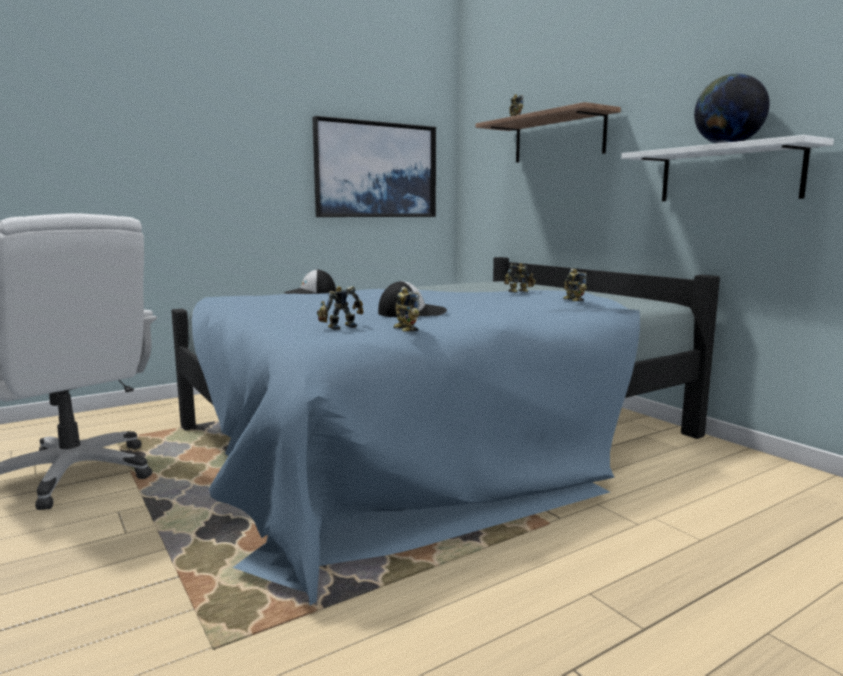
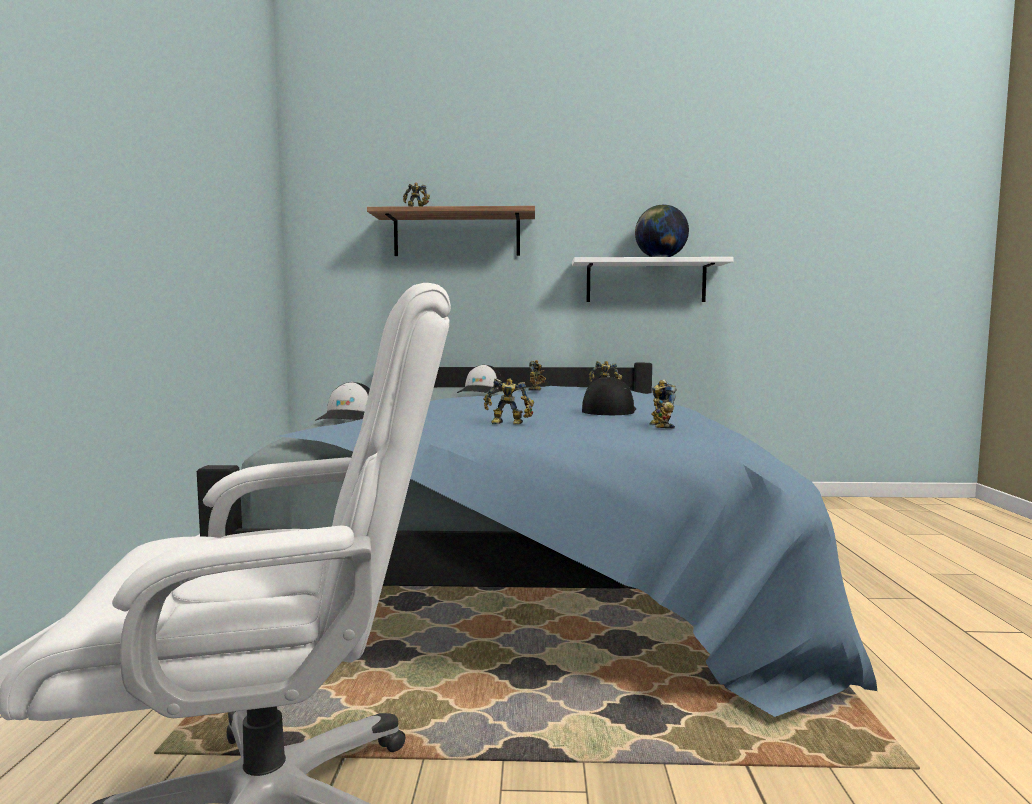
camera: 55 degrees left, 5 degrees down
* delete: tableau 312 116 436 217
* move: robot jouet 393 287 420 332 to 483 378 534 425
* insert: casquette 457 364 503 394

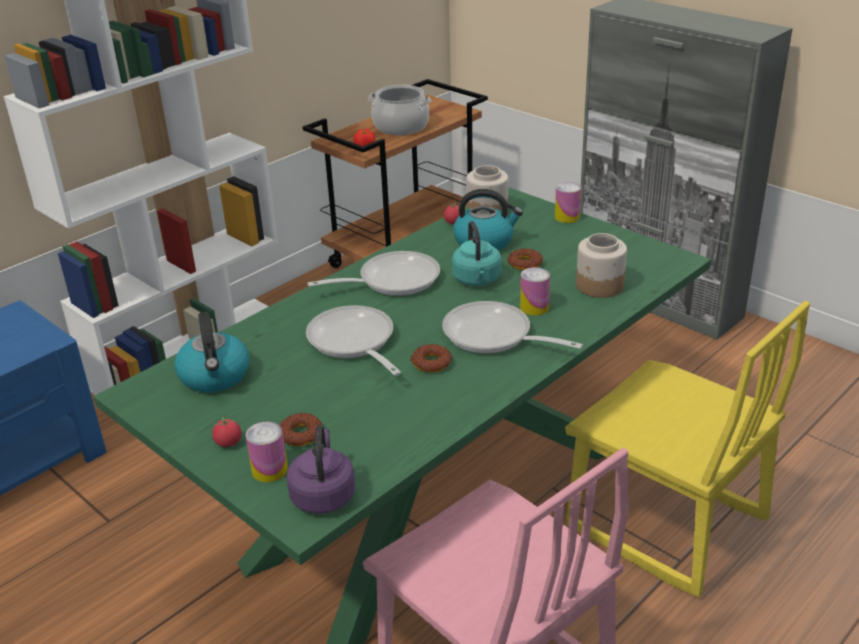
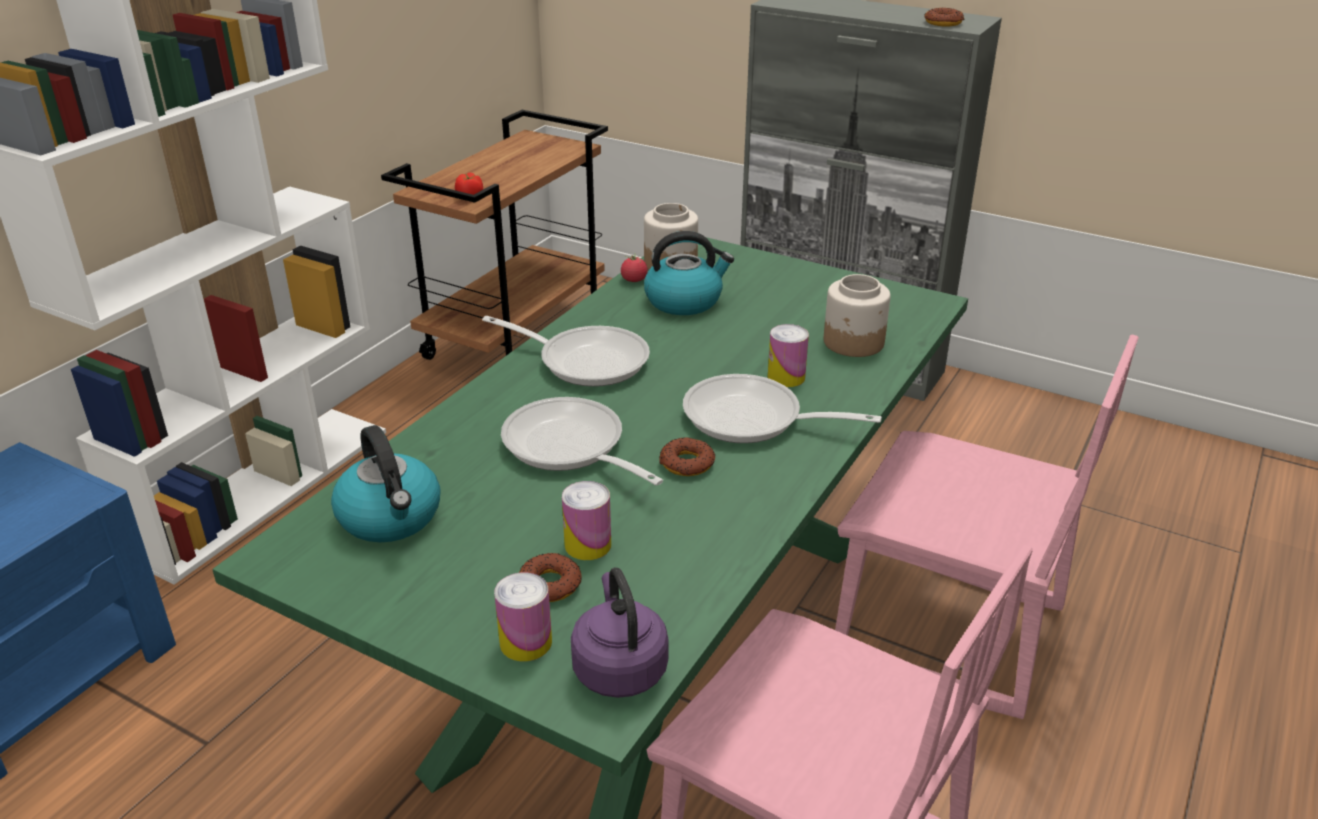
camera: 15 degrees left, 0 degrees up
* delete: marmite 368 85 432 135
* move: boîte métallique 555 182 581 223 to 562 481 611 560
* delete: bouilloire [turquoise] 452 221 501 286
* move: beignet 508 248 543 270 to 924 8 965 26
* rotate: poêle 307 251 440 296 = 482 316 650 387 60 degrees clockwise
* recolor: chaise [jaune] 565 301 810 598 to chaise [rose] 835 334 1139 719
* delete: tomate 212 417 242 447

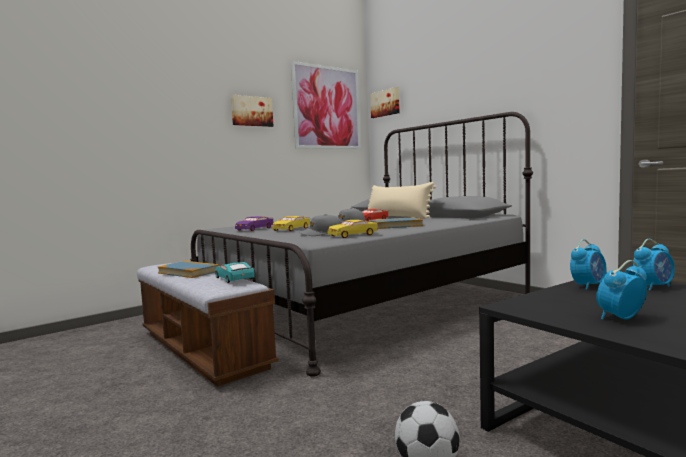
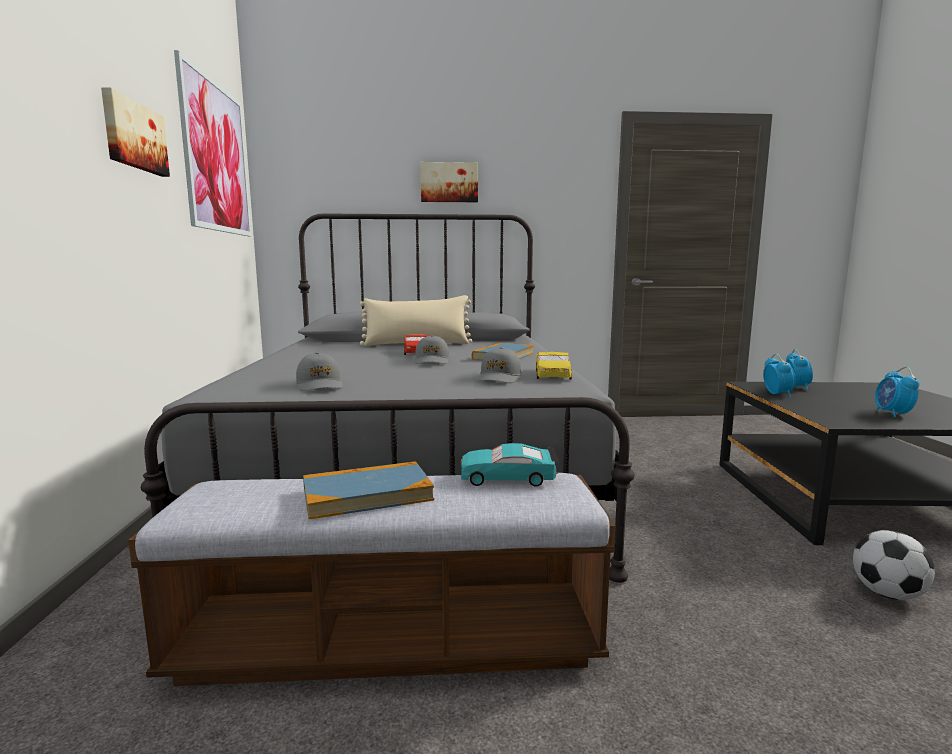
camera: 55 degrees left, 5 degrees up
* move: tableau 370 87 400 118 to 420 162 478 202
* replace: petite voiture [violet] 235 216 273 231 to casquette [gris] 296 352 343 391
* delete: petite voiture [jaune] 272 216 310 231

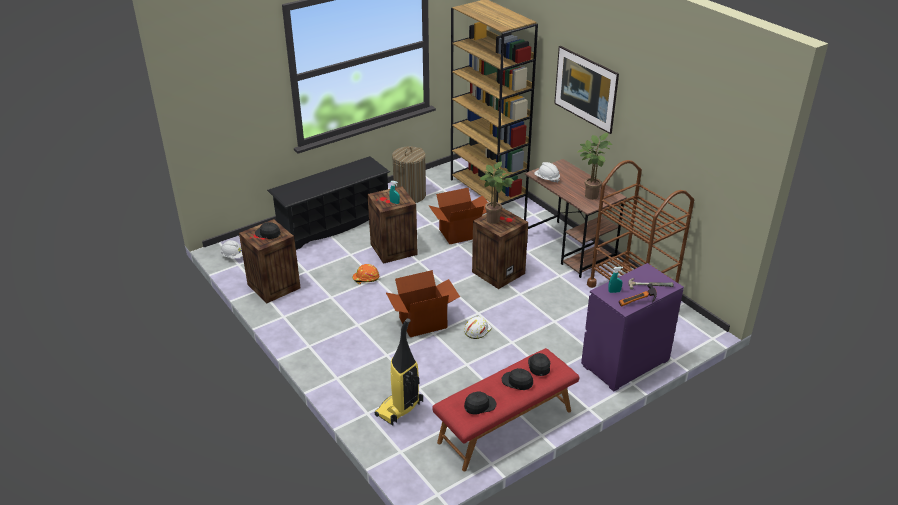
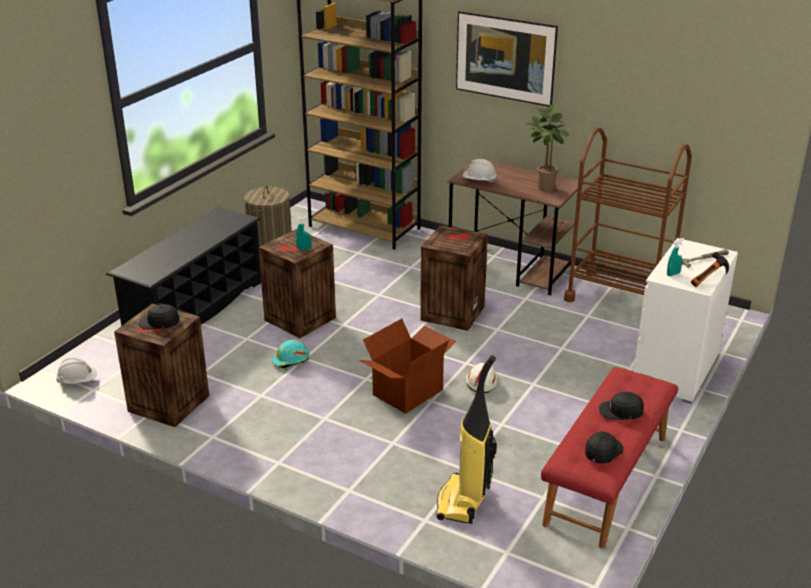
camera: 25 degrees left, 5 degrees down
* delete: plante en pot 480 162 514 224
* delete: carton 428 188 488 244
* recolor: commode [violet] 581 263 684 392 to commode [blanc] 633 238 738 404
* recolor: casque de chantier [orange] 352 264 379 284 to casque de chantier [turquoise] 272 340 309 370
* delete: casquette [noir] 528 353 550 376

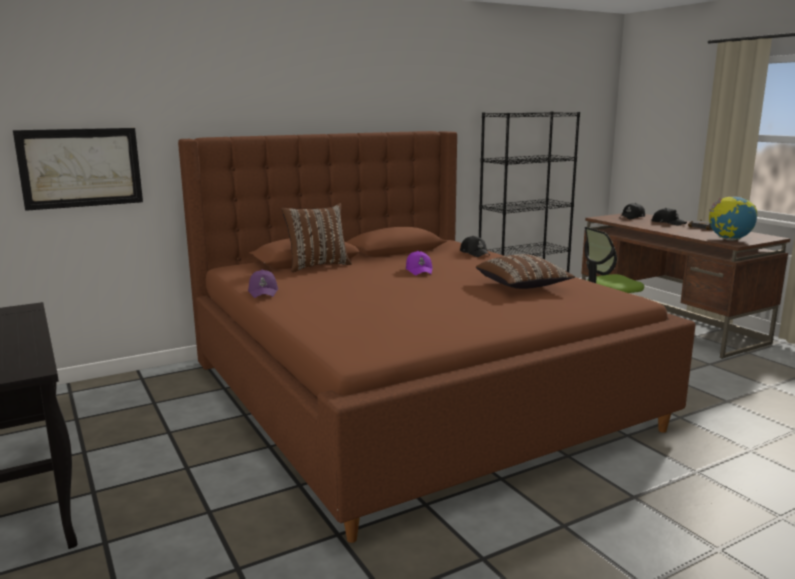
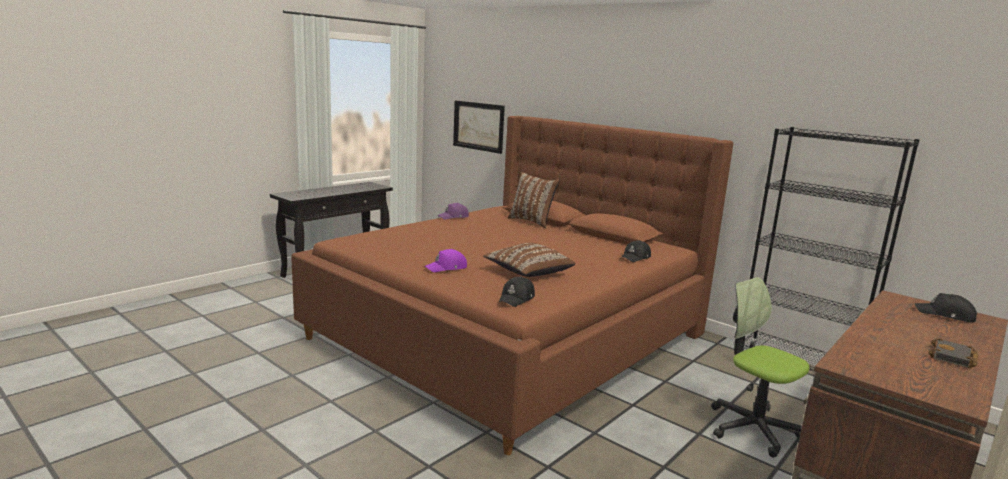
camera: 70 degrees right, 0 degrees up
* delete: globe 709 197 757 241
* move: casquette [noir] 652 208 687 226 to 498 276 535 307
* move: casquette [violet] 406 251 433 275 to 425 249 467 272

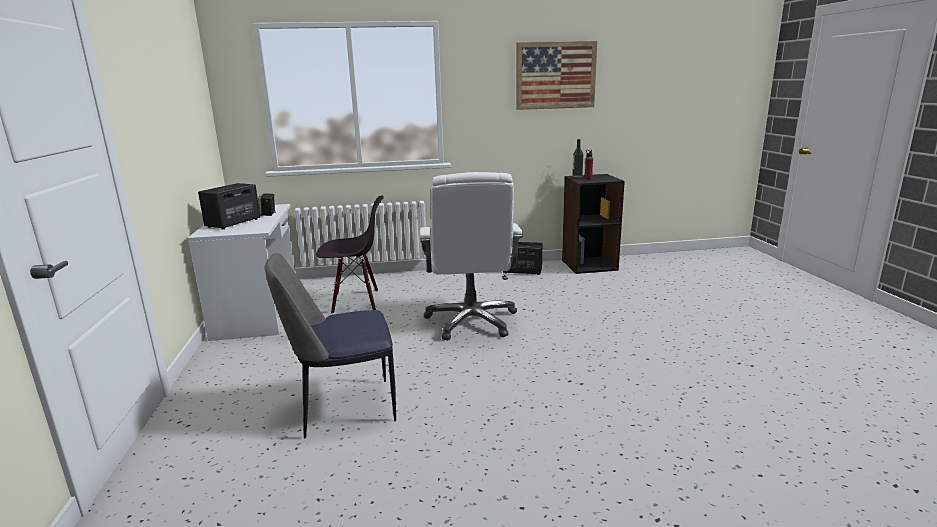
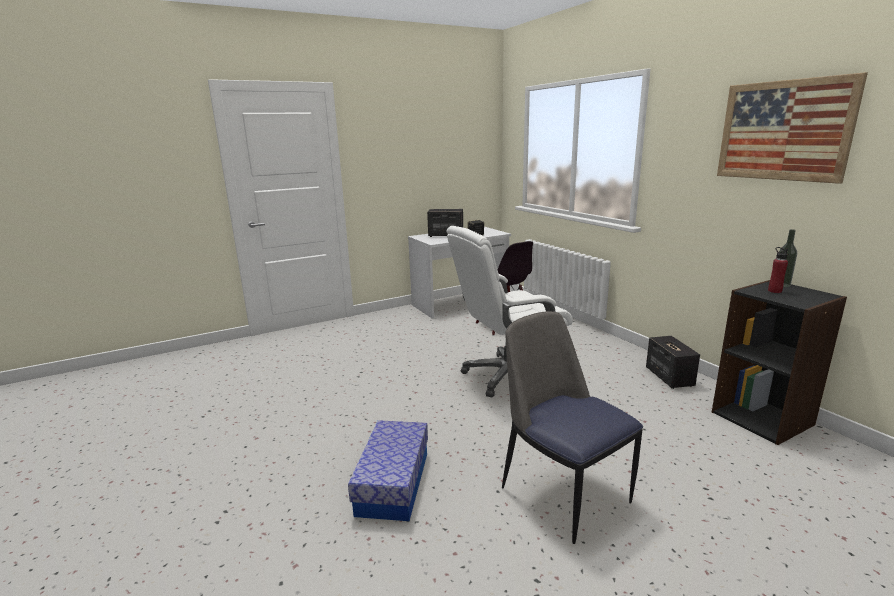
camera: 70 degrees right, 0 degrees up
* move: chaise 265 253 396 439 to 502 311 643 544
* insert: boîte de rangement 348 420 428 521

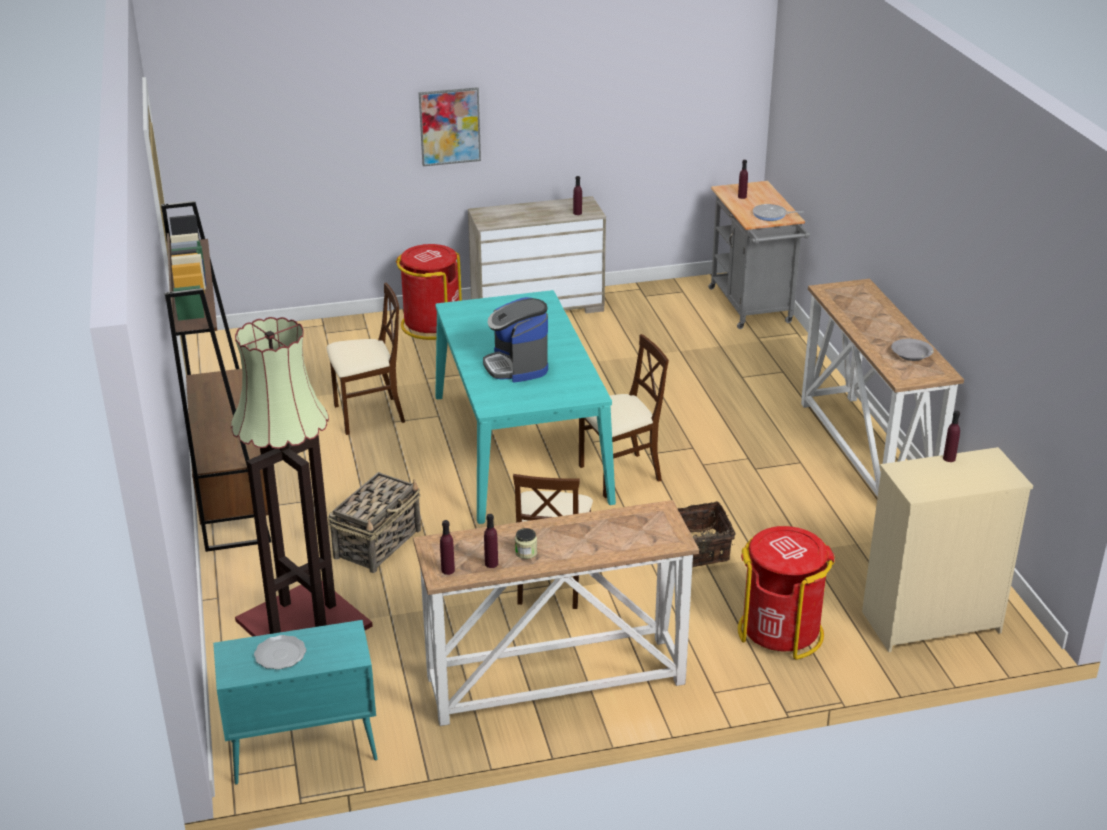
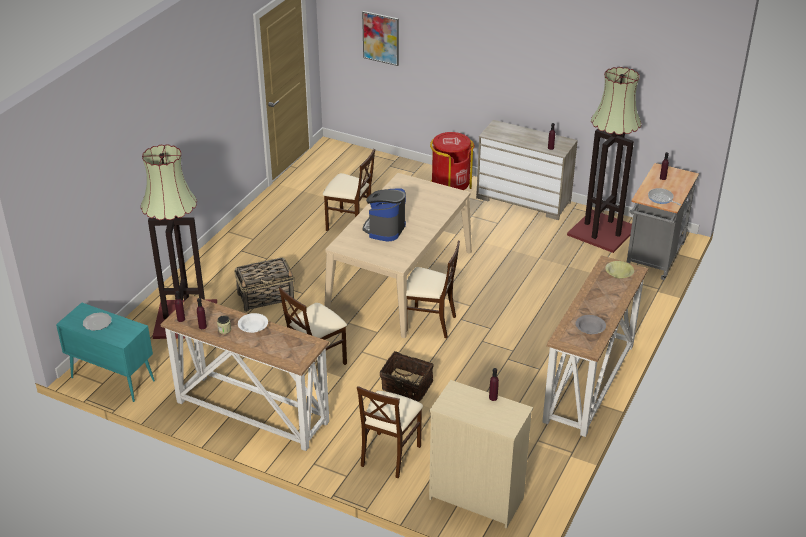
camera: 40 degrees right, 5 degrees up
* move: tableau 419 87 481 166 to 362 11 399 66
* delete: bibliothèque [marron] 161 201 271 552
* recolor: table à manger [turquoise] 435 290 616 524 to table à manger [beige] 324 173 472 338
* replace: poubelle [rouge] 738 526 835 660 to chaise [beige] 357 386 423 478
* insert: lampadaire 567 67 641 253
* insert: bol [jaune] 605 261 634 279
* insert: bol [blanc] 238 313 268 333

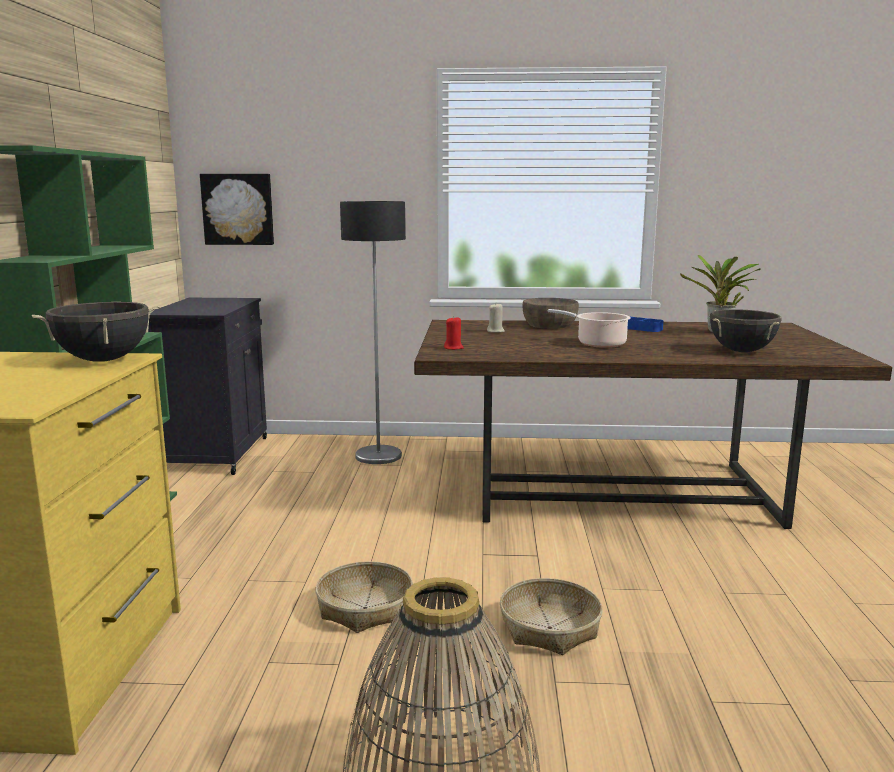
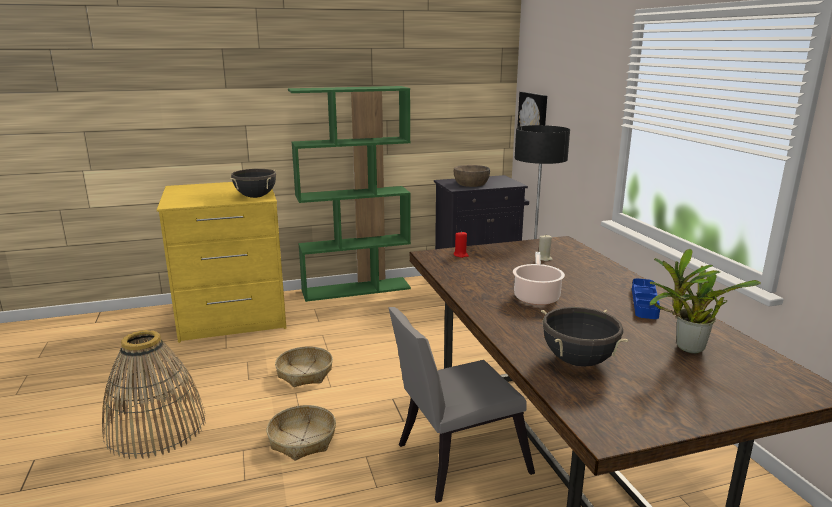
camera: 70 degrees right, 5 degrees up
* move: bol [marron] 523 298 579 329 to 454 165 490 187
* insert: chaise [gris] 388 307 535 503

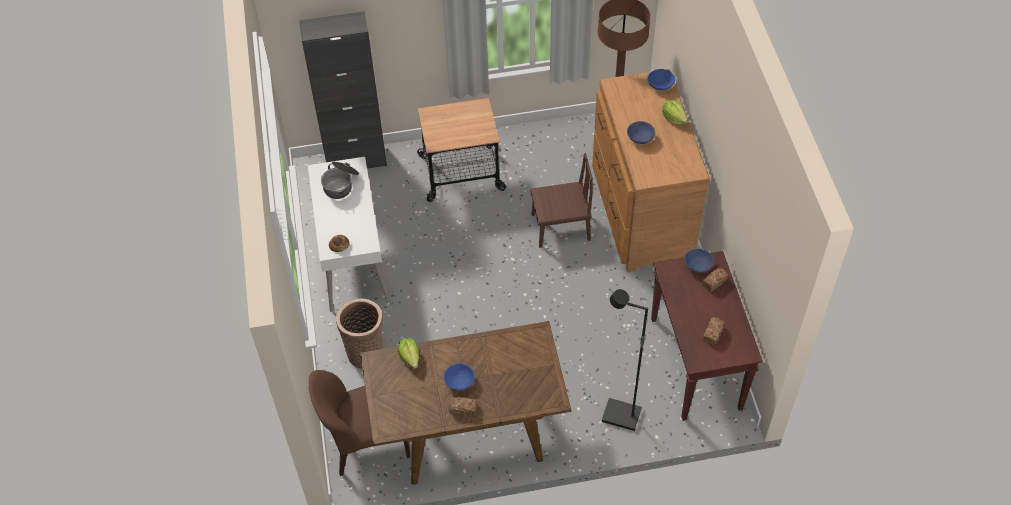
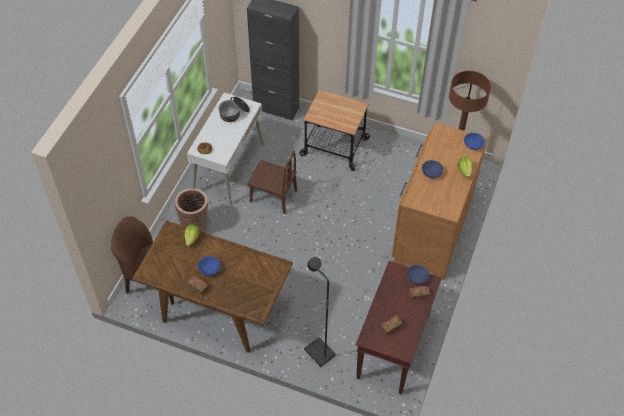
camera: 30 degrees right, 0 degrees up
* move: chaise [marron] 530 153 593 248 to 247 151 297 214

